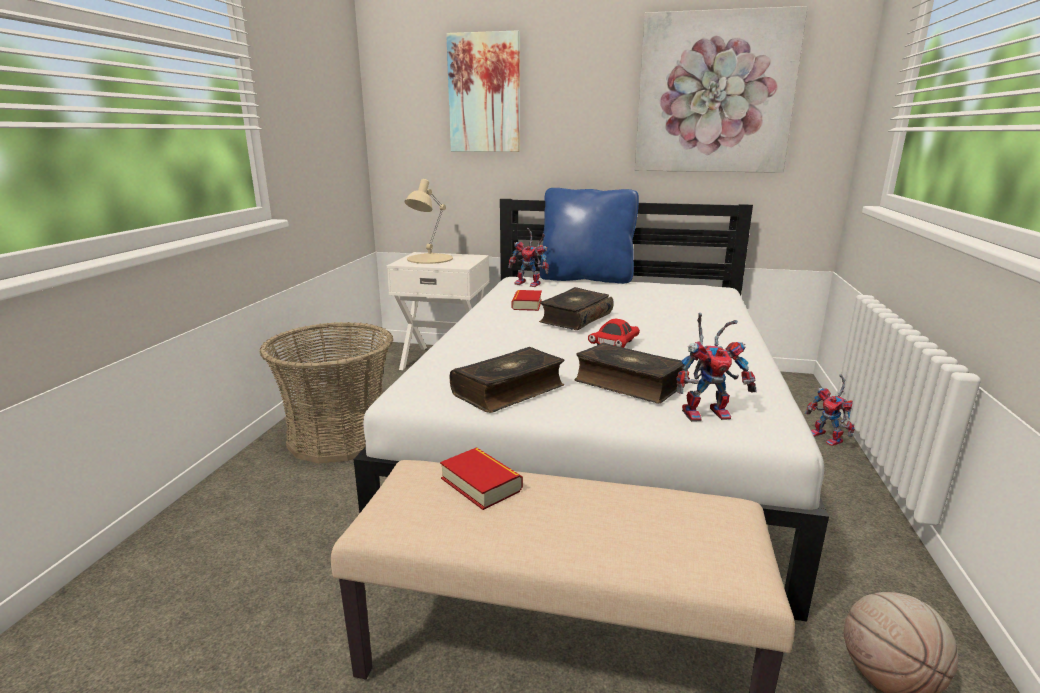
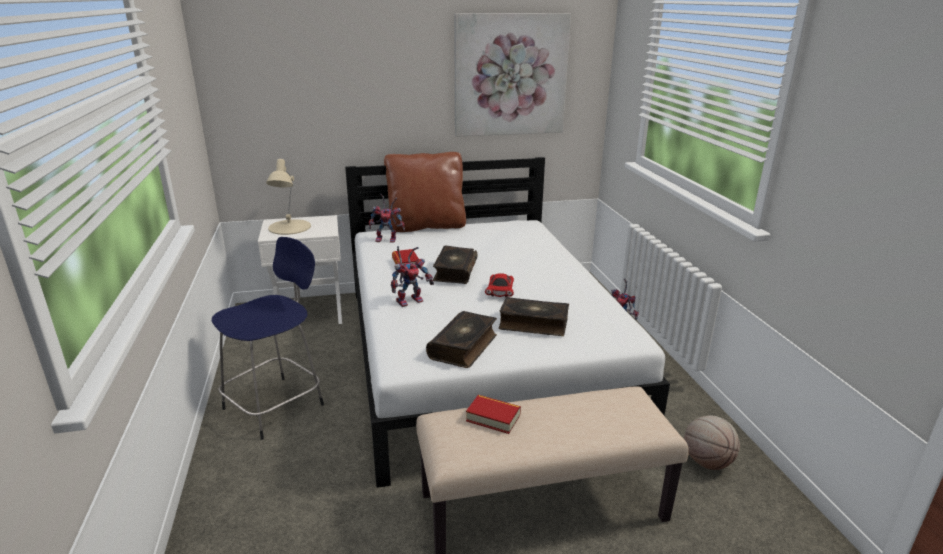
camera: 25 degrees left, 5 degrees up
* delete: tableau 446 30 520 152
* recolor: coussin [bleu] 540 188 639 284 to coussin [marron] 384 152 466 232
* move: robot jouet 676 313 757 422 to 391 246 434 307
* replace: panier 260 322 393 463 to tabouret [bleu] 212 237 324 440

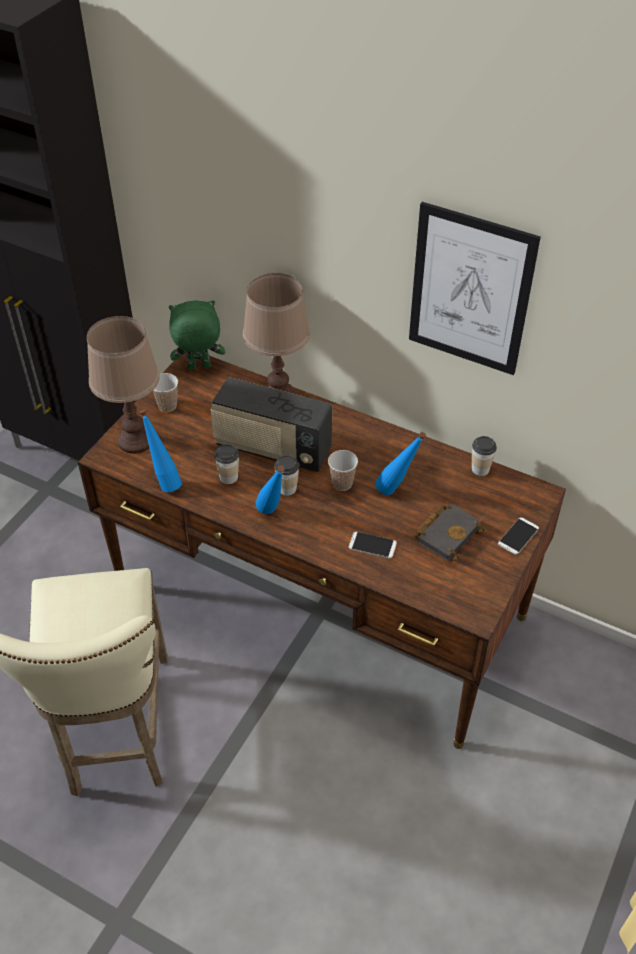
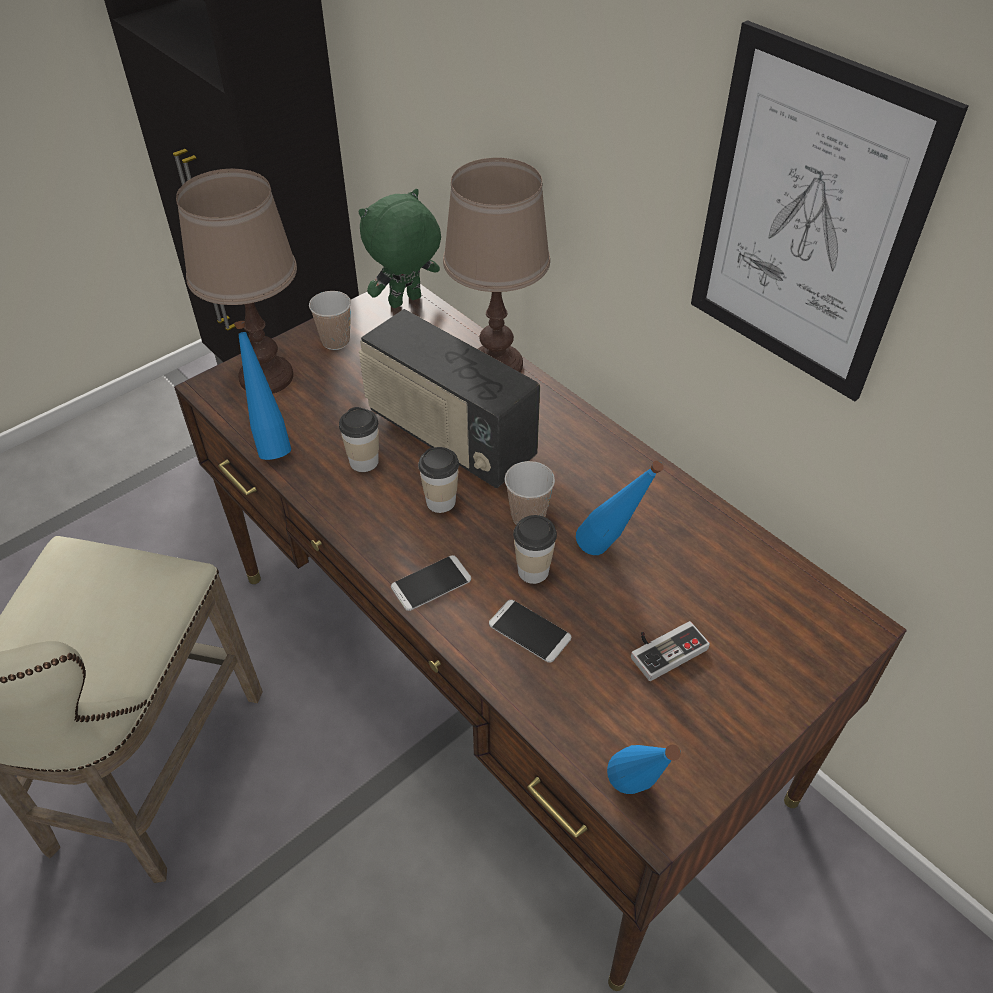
camera: 20 degrees right, 0 degrees up
* rotate: peluche [vert] 169 300 225 370 = 358 189 441 308 45 degrees counterclockwise
* move: tasse 472 436 497 476 to 513 515 557 584
* move: bouteille [bleu] 256 465 285 514 to 607 745 681 794
* replace: livre [noir] 414 504 485 562 to manette 631 621 710 681
* move: téléphone 498 517 539 555 to 391 555 471 611

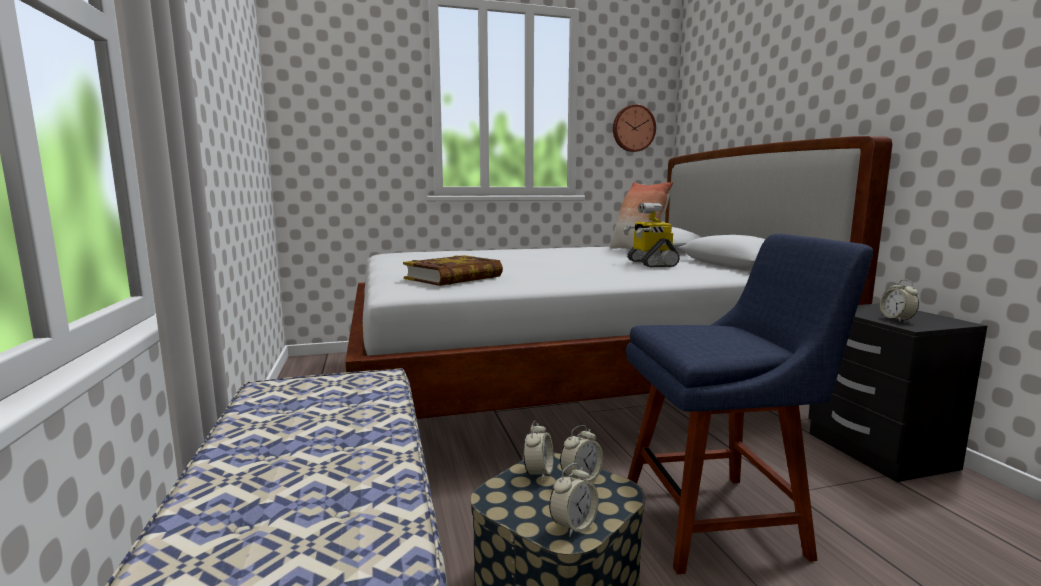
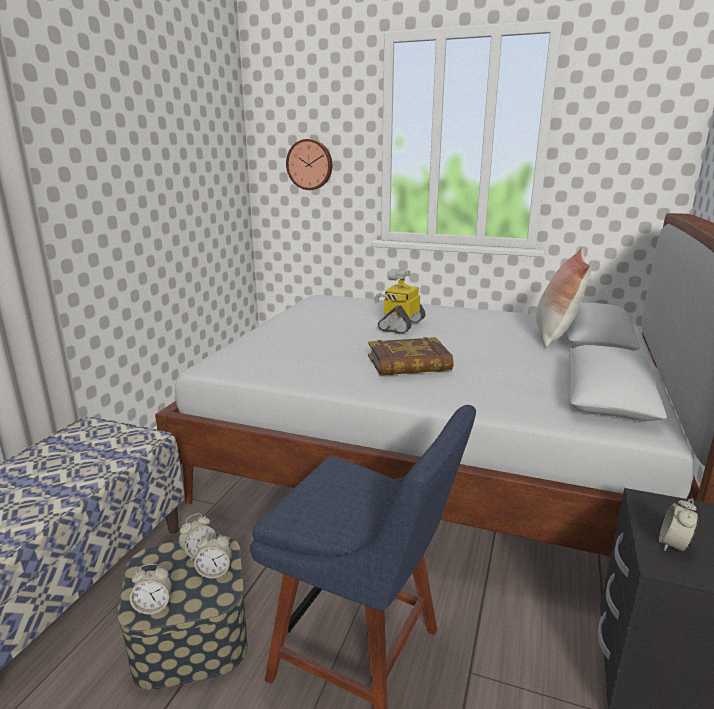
camera: 35 degrees right, 10 degrees up
* move: horloge murale 613 104 656 152 to 286 139 332 190
* move: robot jouet 623 203 680 267 to 374 269 426 334
* move: livre 403 255 503 286 to 368 337 454 375

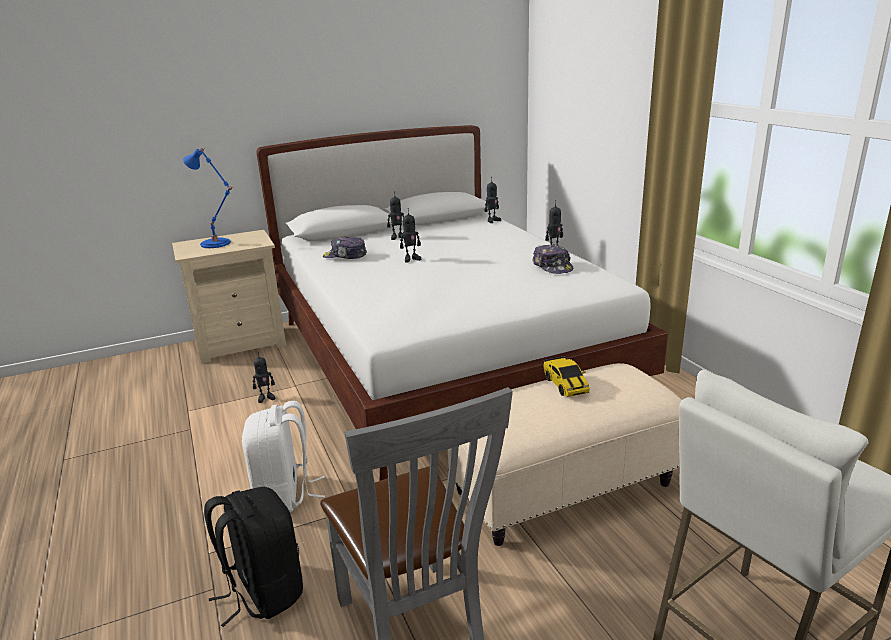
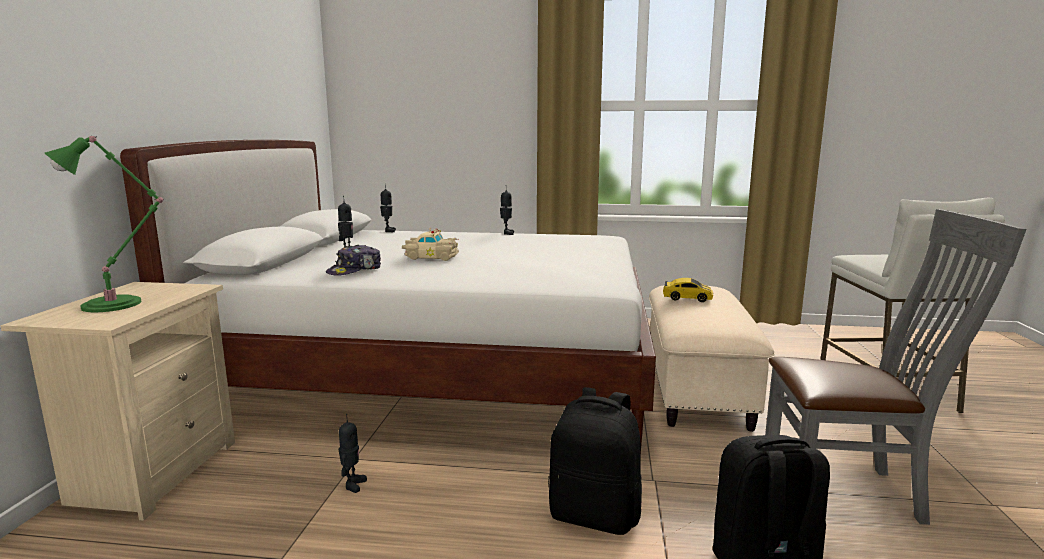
camera: 60 degrees left, 10 degrees down
* recolor: lampe de table [bleu] 183 148 232 248 to lampe de table [vert] 45 136 164 312
* replace: robot jouet 400 208 421 262 to petite voiture [beige] 402 228 459 261
* delete: casquette 533 244 573 274
* recolor: sac à dos [blanc] 242 401 325 512 to sac à dos [noir] 548 387 642 535

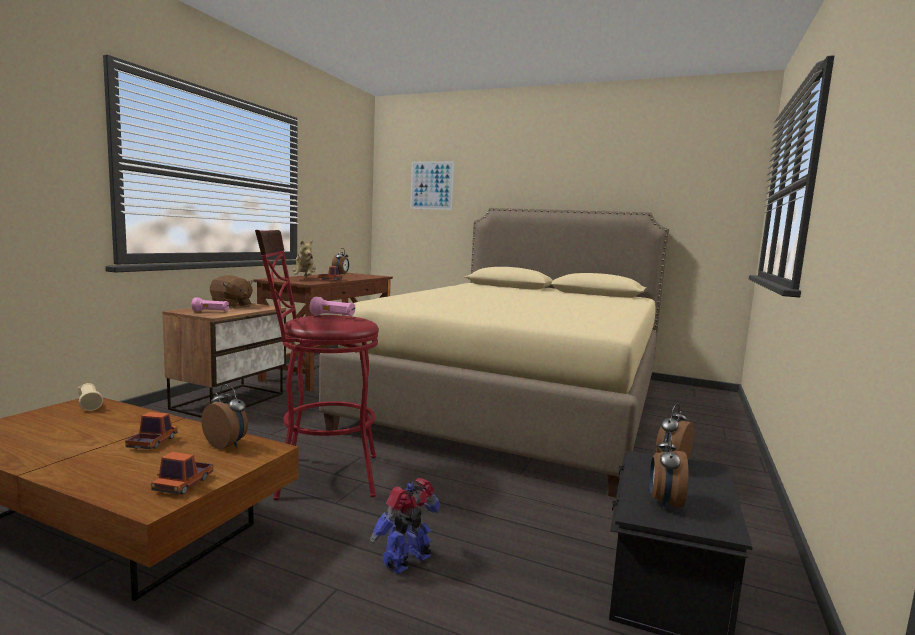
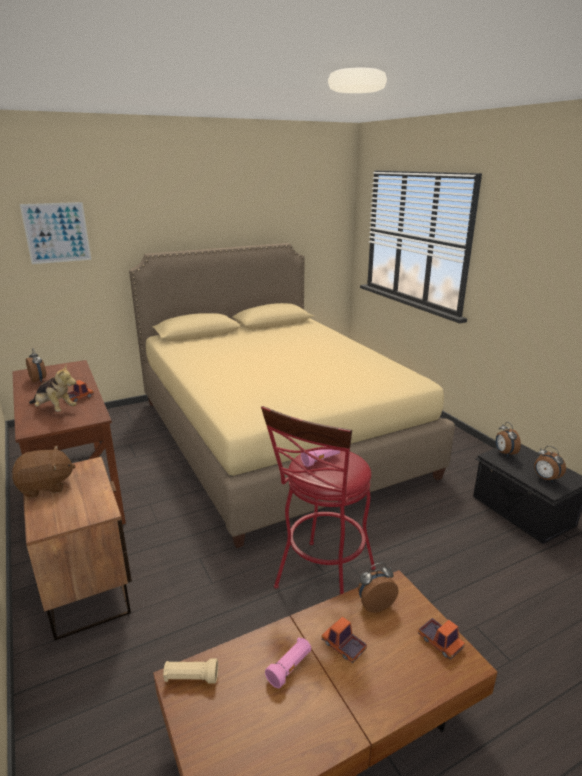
camera: 50 degrees left, 15 degrees up
* move: lampe de poche [rose] 191 298 229 312 to 265 637 311 688
* delete: robot jouet 370 478 440 574

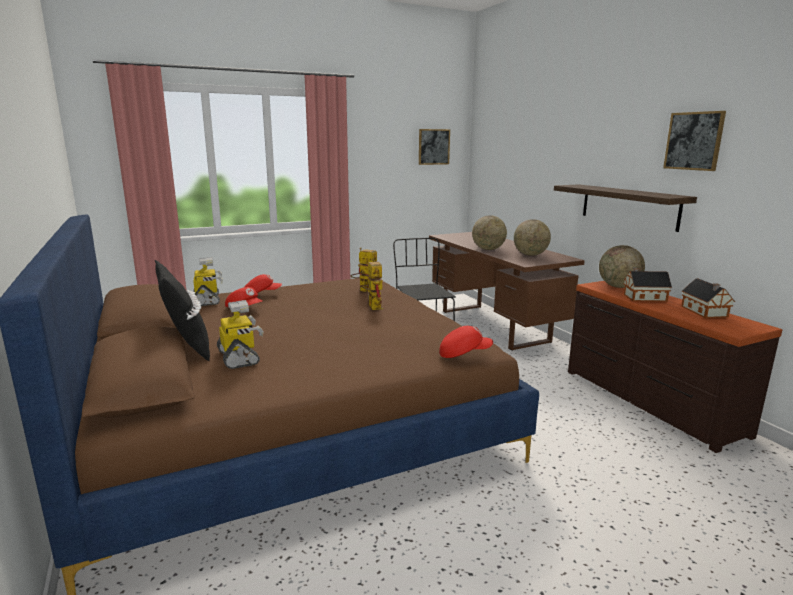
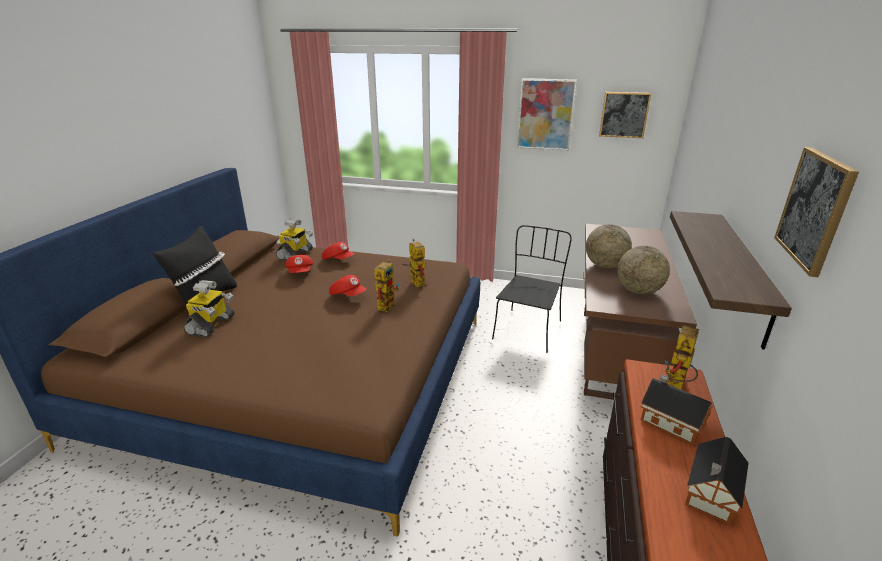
camera: 40 degrees right, 10 degrees up
* replace: globe 599 245 645 288 to robot jouet 665 325 699 389
* move: casquette [rouge] 439 326 493 358 to 329 275 366 296
* insert: tableau 517 78 577 151

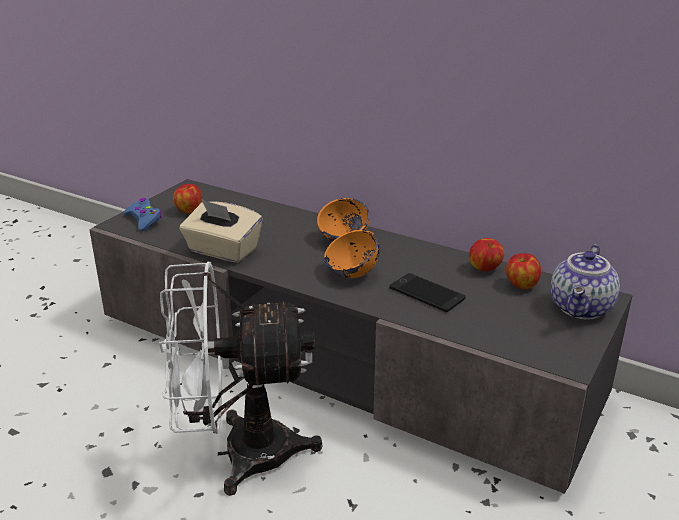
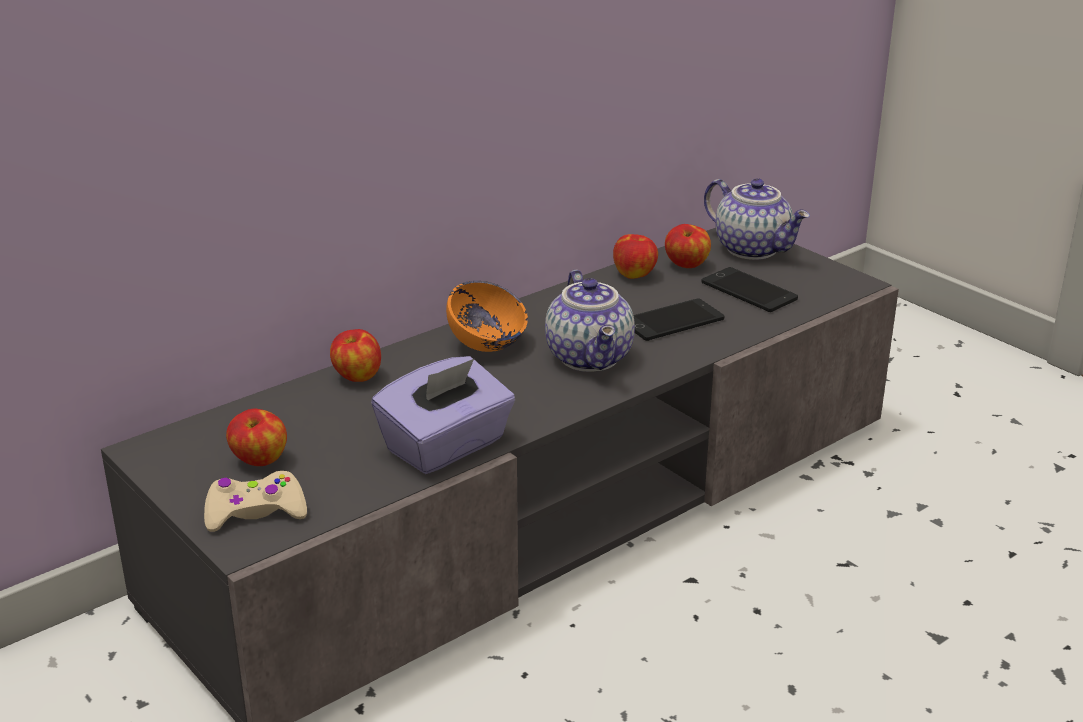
camera: 70 degrees left, 0 degrees up
* recolor: manette [bleu] 123 198 162 231 to manette [beige] 204 471 307 532
* recolor: boîte à mouchoirs [beige] 180 199 263 263 to boîte à mouchoirs [violet] 371 356 515 474
* replace: bol [orange] 324 230 380 278 to théière 545 270 635 372
* delete: ventilateur [blanc] 159 262 323 496
* insert: téléphone 701 267 798 312
* insert: pomme 330 329 381 382

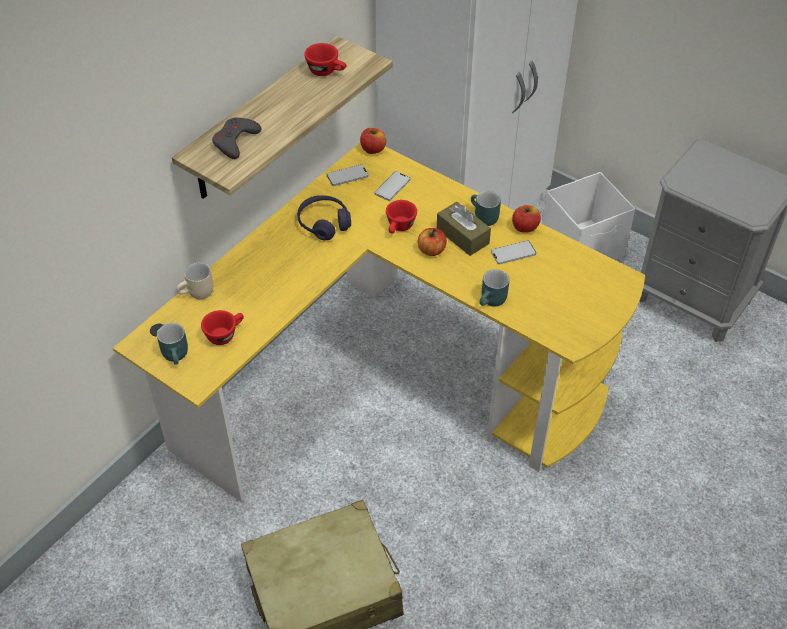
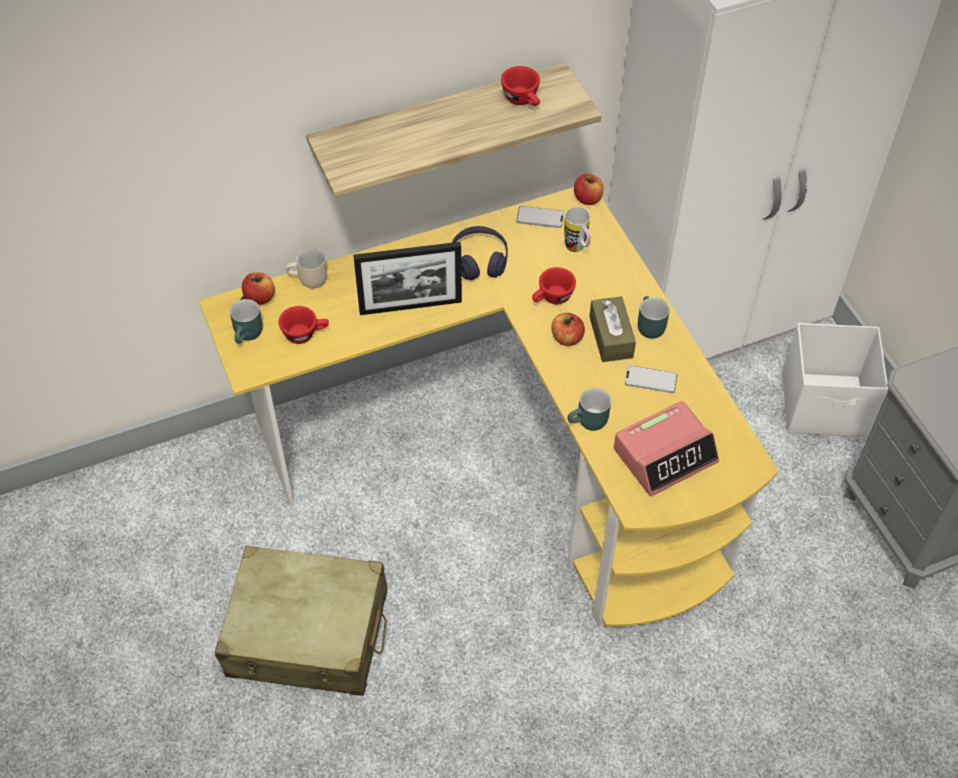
camera: 30 degrees right, 5 degrees up
* delete: manette [gris] 212 118 261 159
* replace: téléphone 374 171 411 201 to mug 564 207 591 252
* move: pomme 512 205 541 233 to 242 272 275 305
* insert: cadre photo 353 242 462 315
* insert: réveil 614 401 719 496

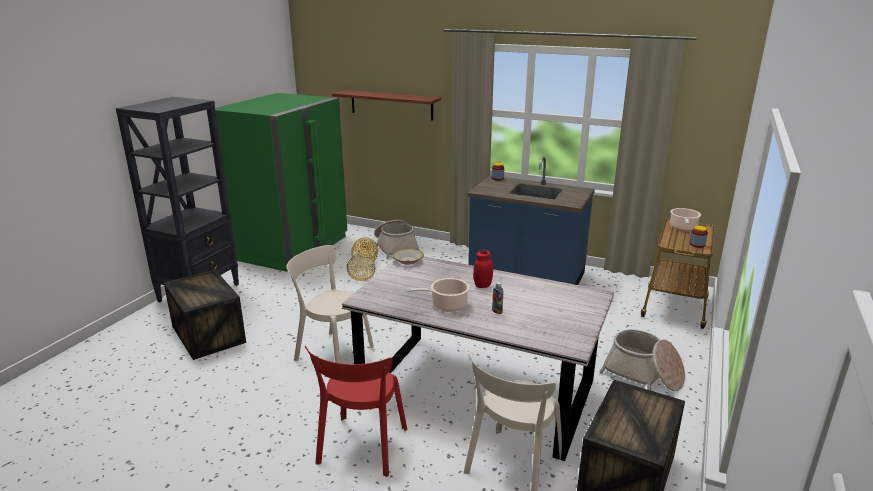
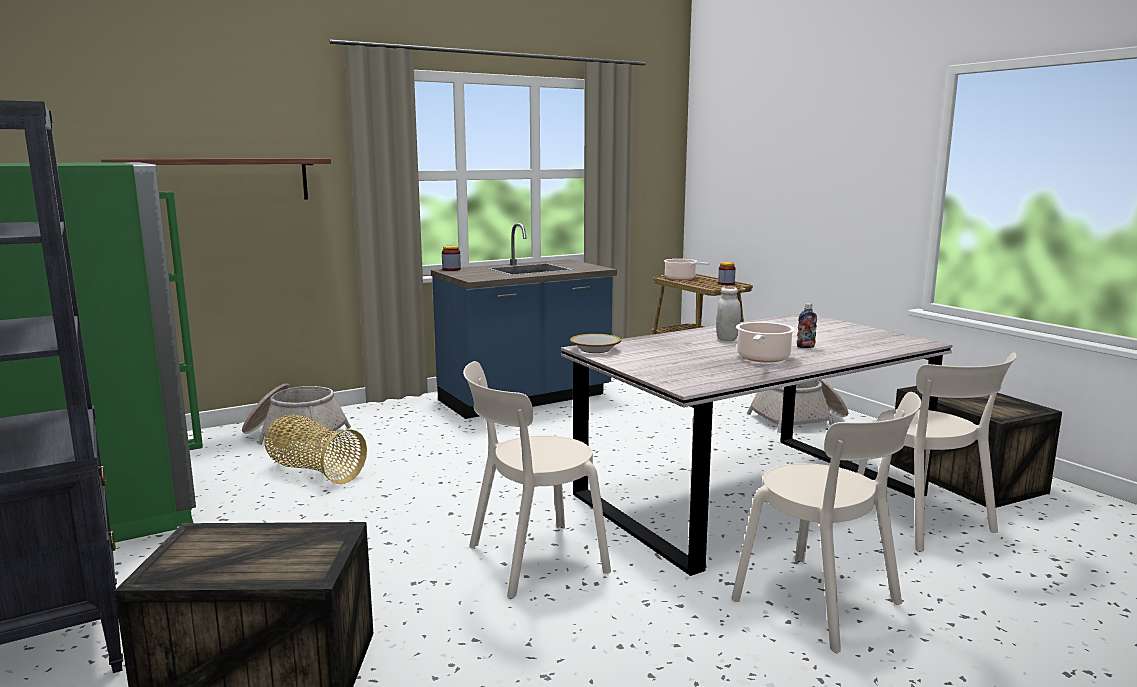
camera: 55 degrees left, 10 degrees down
* recolor: bocal [rouge] 473 251 493 288 to bocal [blanc] 716 286 741 342
* recolor: chaise [rouge] 305 346 407 477 to chaise [beige] 731 392 921 653

